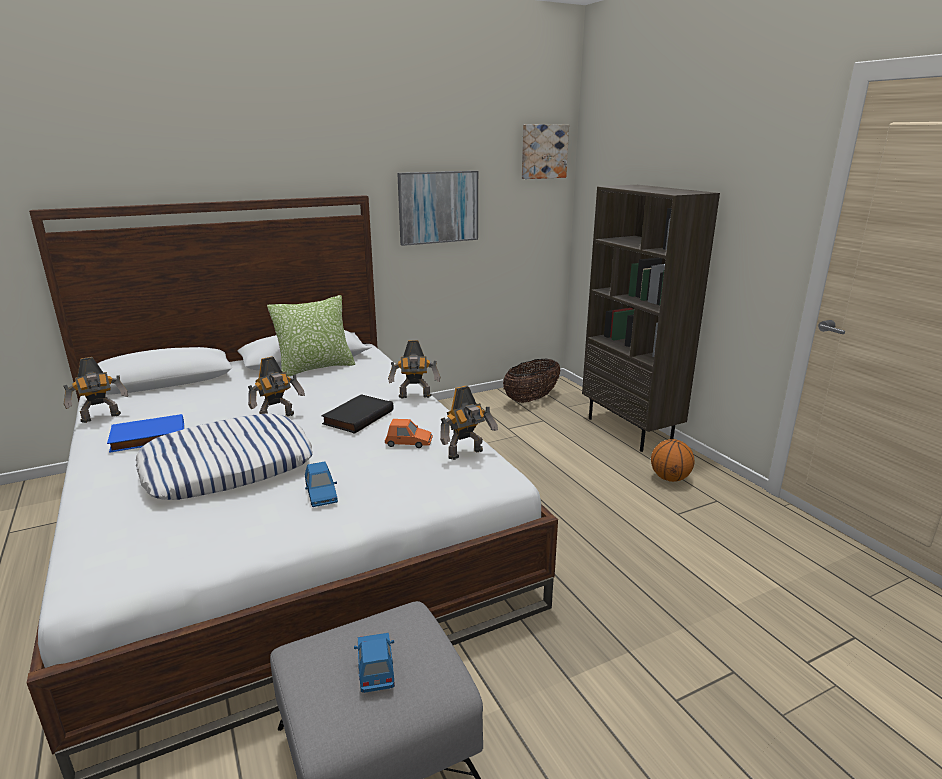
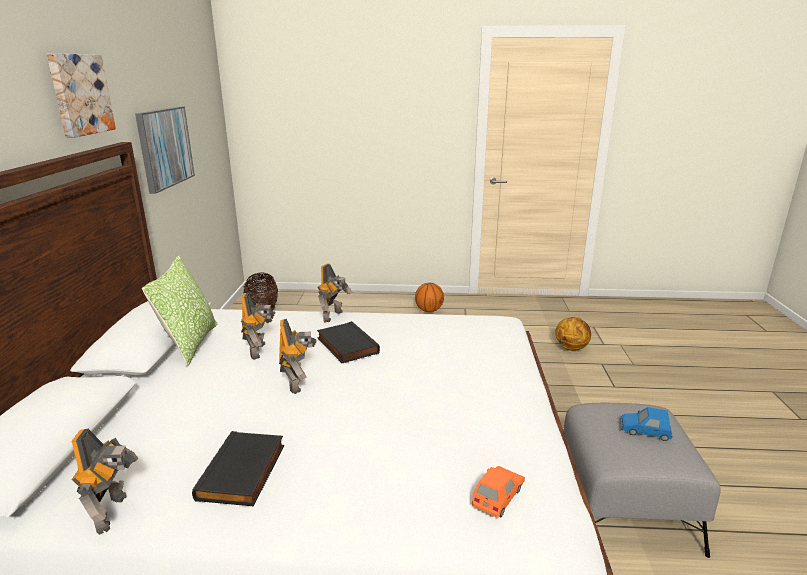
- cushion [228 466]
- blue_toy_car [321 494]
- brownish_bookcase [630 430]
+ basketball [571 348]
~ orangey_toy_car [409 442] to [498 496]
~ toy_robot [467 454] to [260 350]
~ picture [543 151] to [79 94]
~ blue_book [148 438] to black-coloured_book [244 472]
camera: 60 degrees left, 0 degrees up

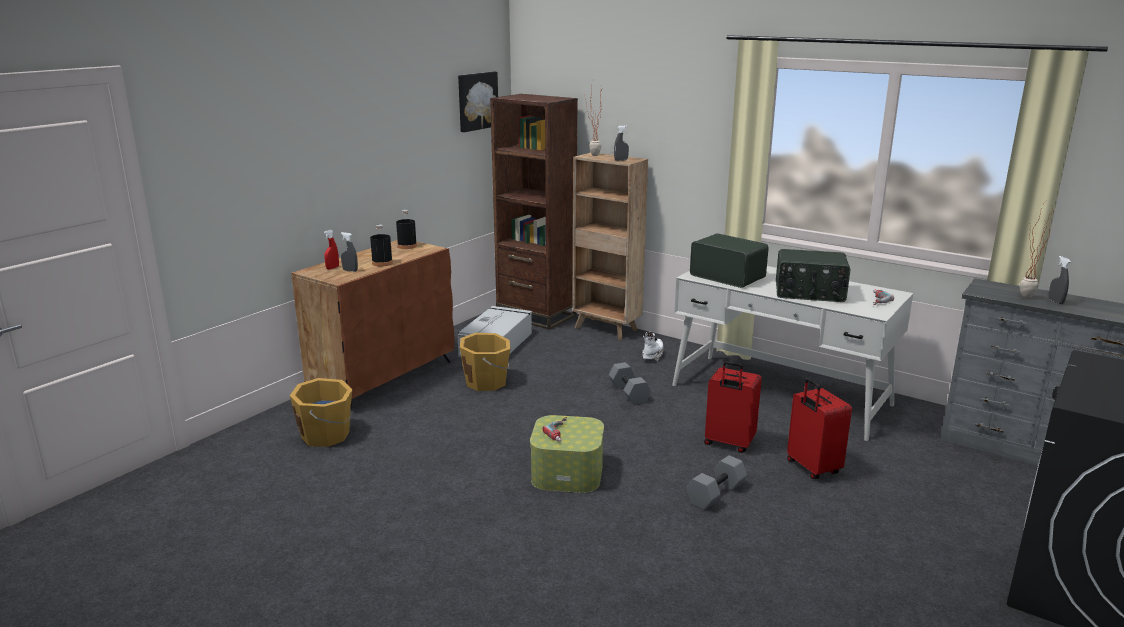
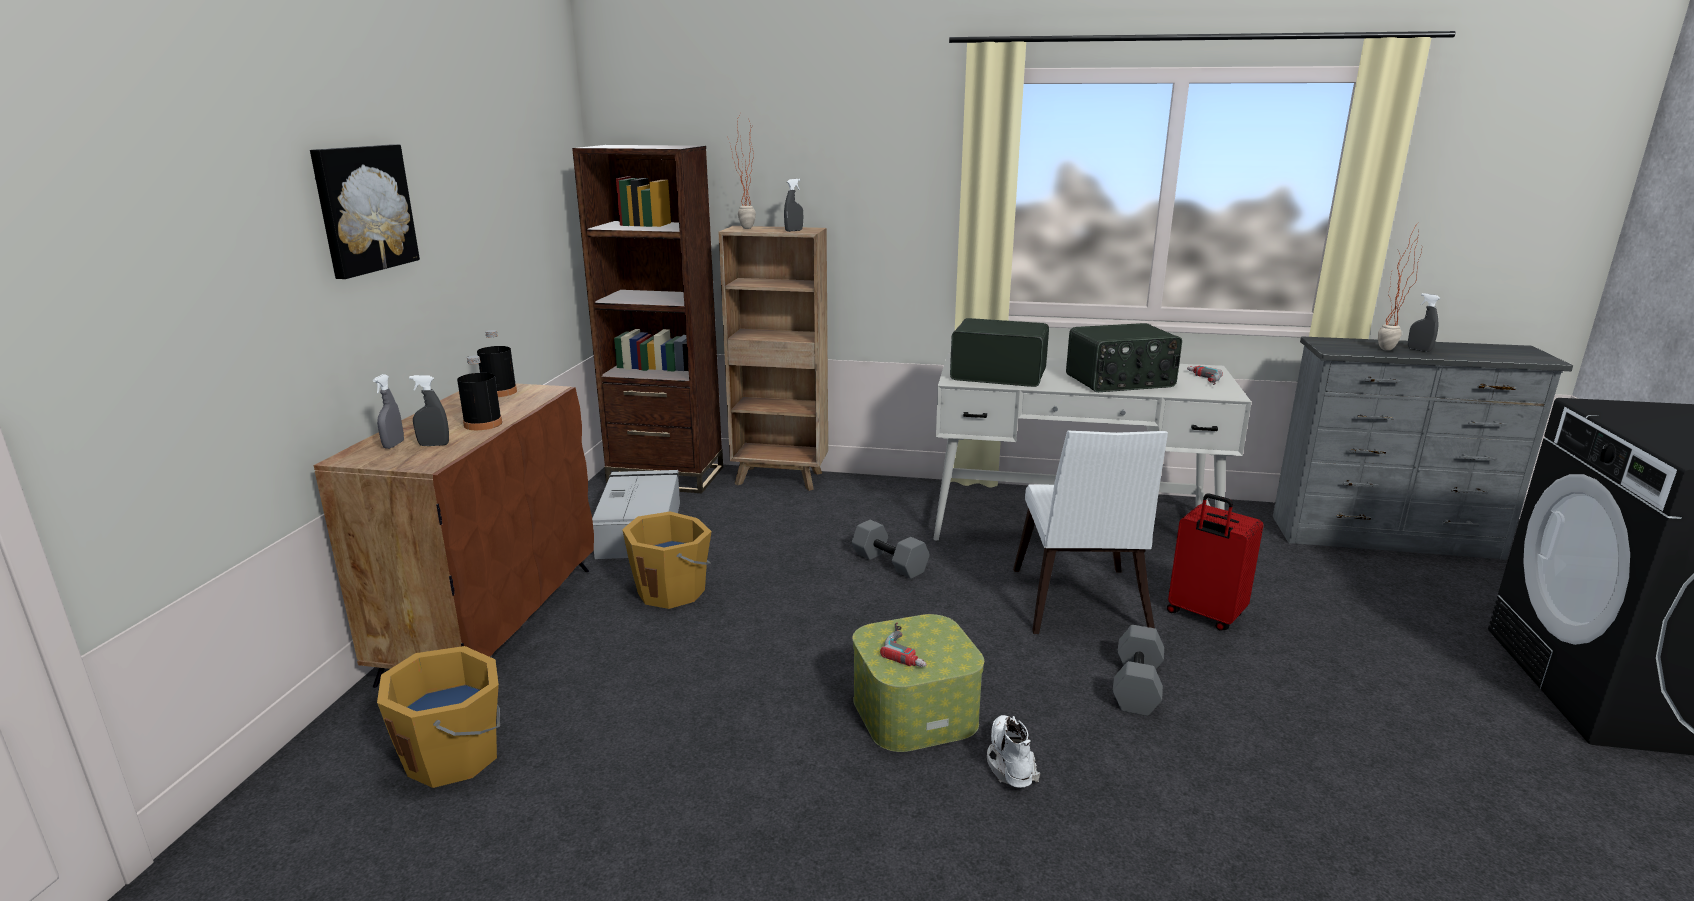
~ picture [476 101] to [363 209]
~ white-coloured_high-top_boot [652 356] to [1010 764]
~ red_suitcase [728 443] to white-coloured_chair [1079 606]
~ red_sprayer [332 268] to grey_sprayer [393 445]
camera: 25 degrees left, 0 degrees up

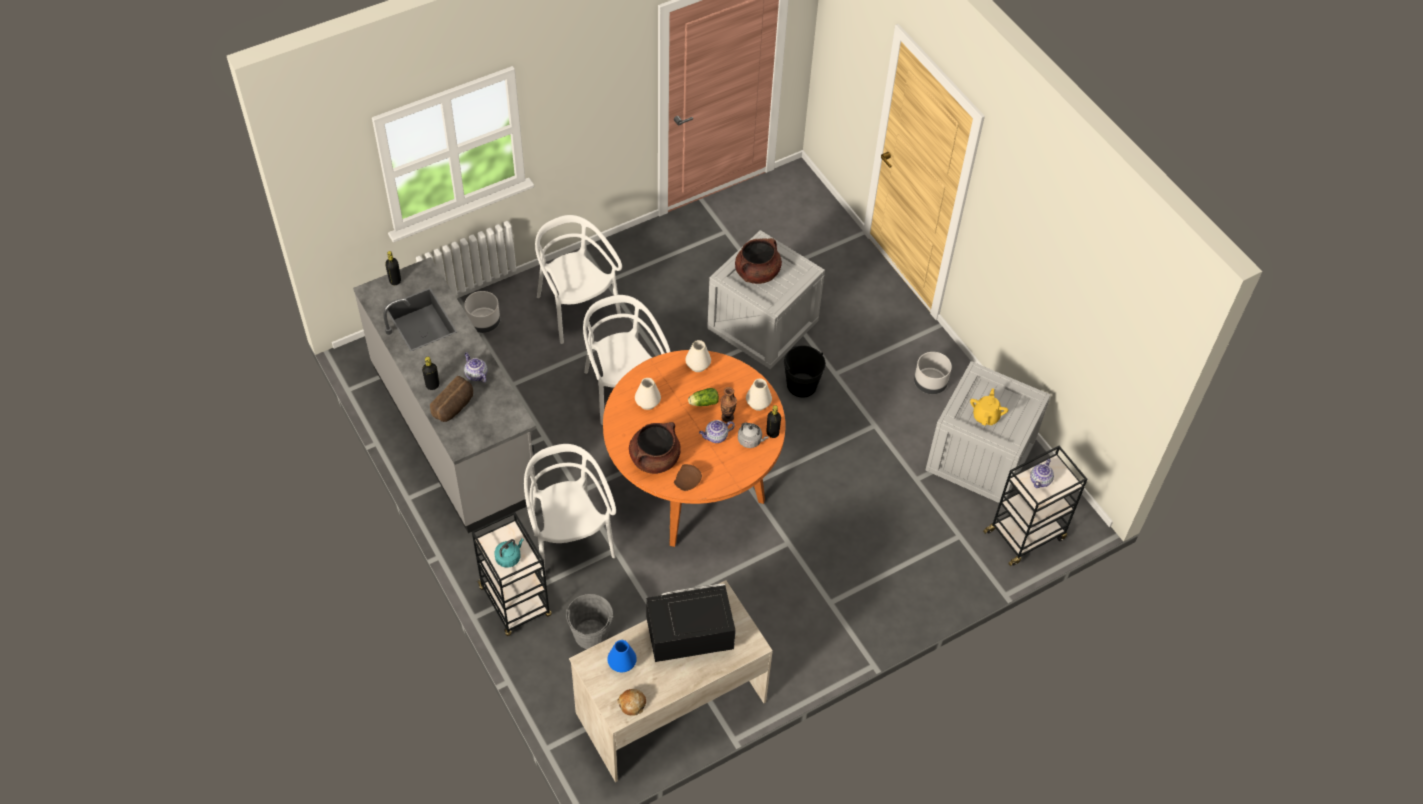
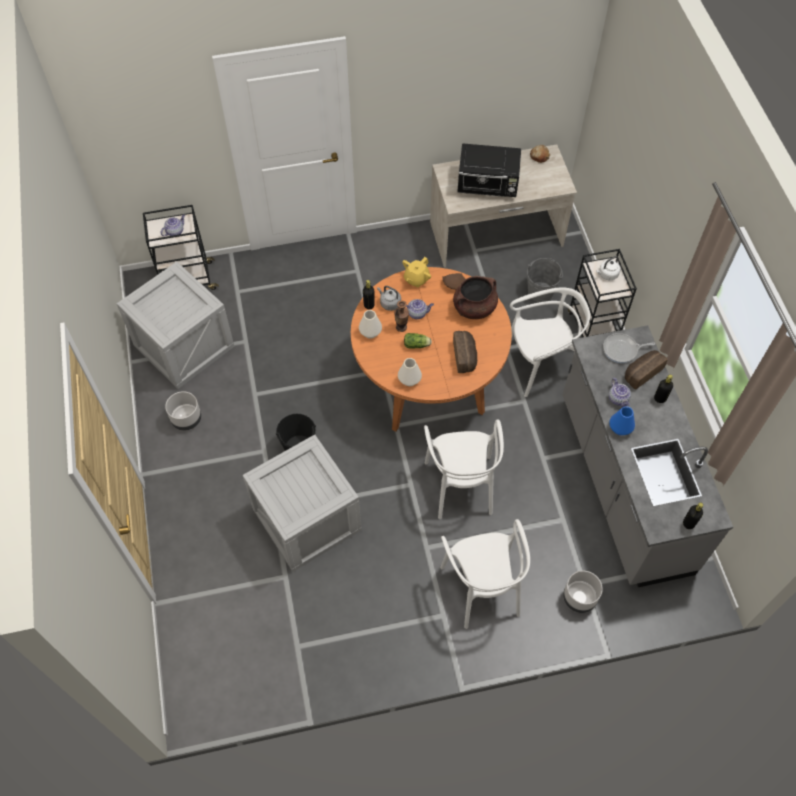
- brownish_stockpot [757 273]
+ skillet [622 350]
~ blue_flower_vase [622 663] to [620 428]
~ yellow_teapot [986 416] to [416 279]
~ white-coloured_flower_vase [647 403] to bread [465 357]
~ blue-green_water_kettle [509 557] to white-coloured_water_kettle [607 274]
~ white-coloured_chair [569 539] = [541 364] 105 degrees counterclockwise
camera: 160 degrees left, 5 degrees up

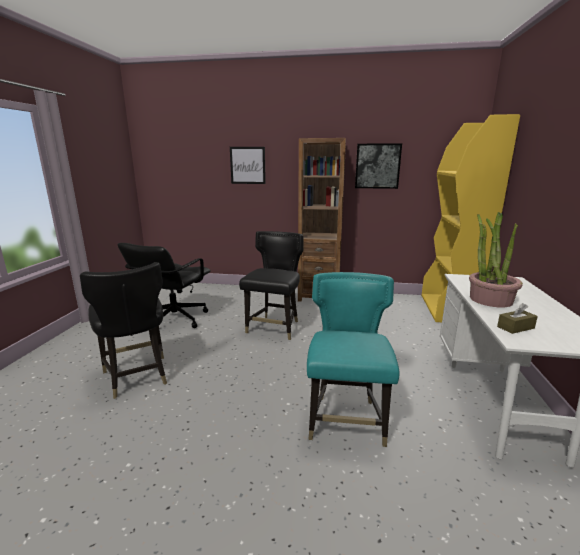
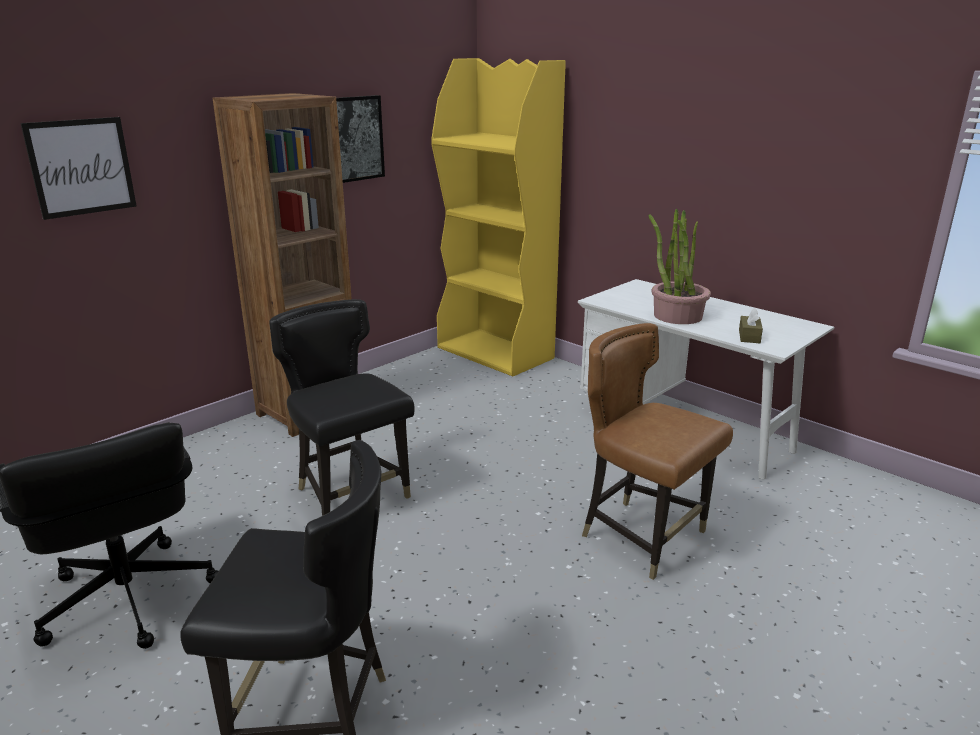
~ blue-green_chair [346 421] to brownish_chair [642 536]
camera: 55 degrees left, 5 degrees up

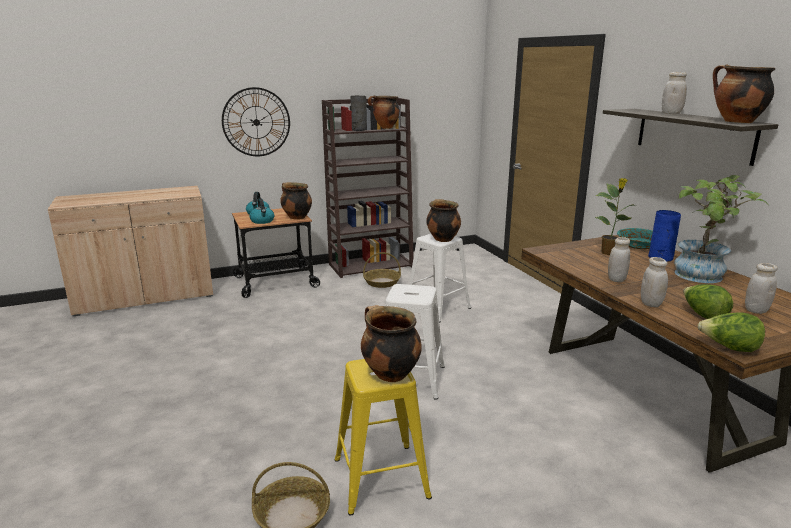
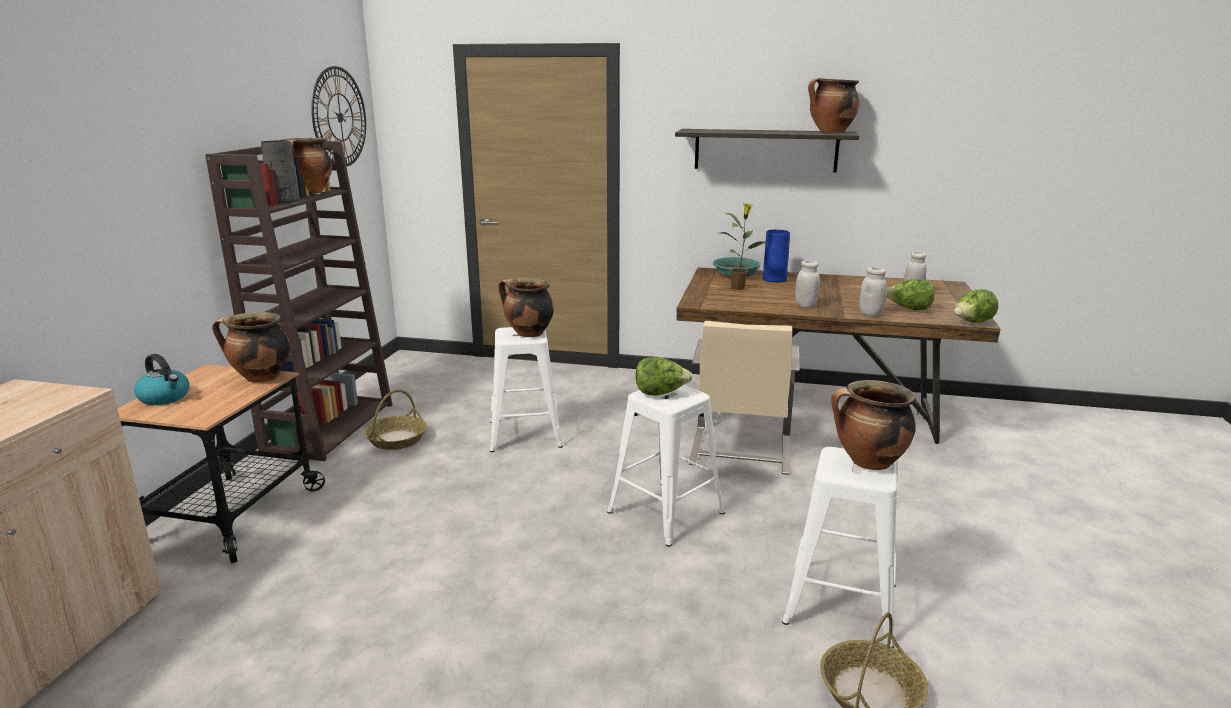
- water_kettle [262 221]
- white-coloured_preserve_jar [671 113]
- houseplant [702 277]
+ lettuce [661 393]
+ sand-coloured_chair [740 451]
~ clock_on_the_wall [256 122] to [340 117]
~ yellow_stool [380 478] to white-coloured_stool [842 604]
camera: 55 degrees left, 0 degrees up

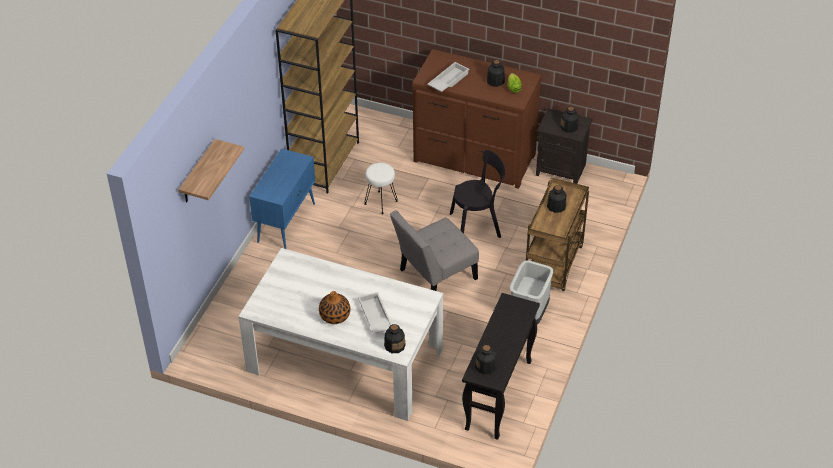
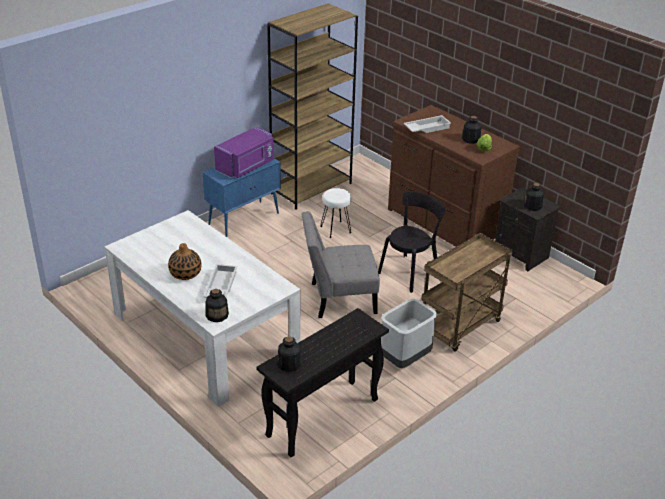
- bracket_shelf [198 173]
- drink_bottle [556 206]
+ purplish_kitchen_microwave [246 166]
~ black-coloured_chair [478 225] = [410 272] 60 degrees counterclockwise
camera: 25 degrees right, 10 degrees down

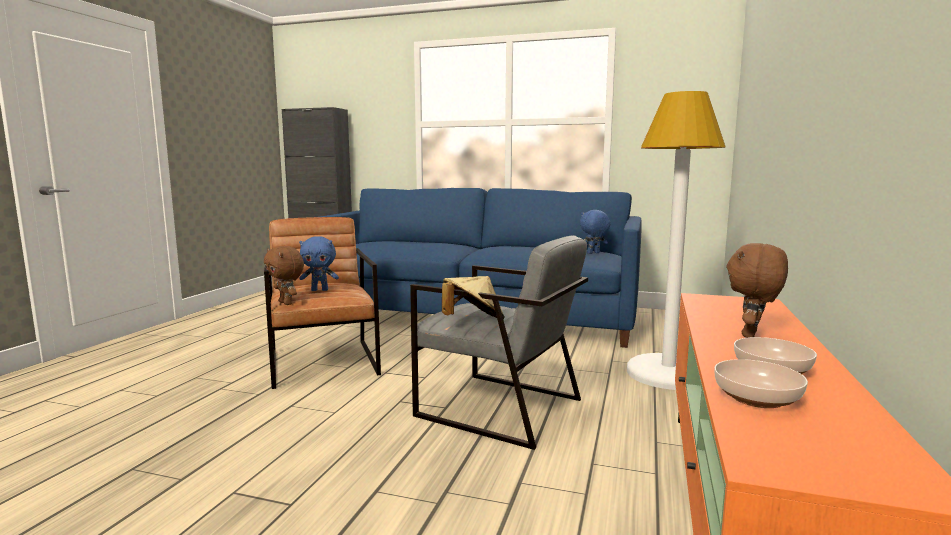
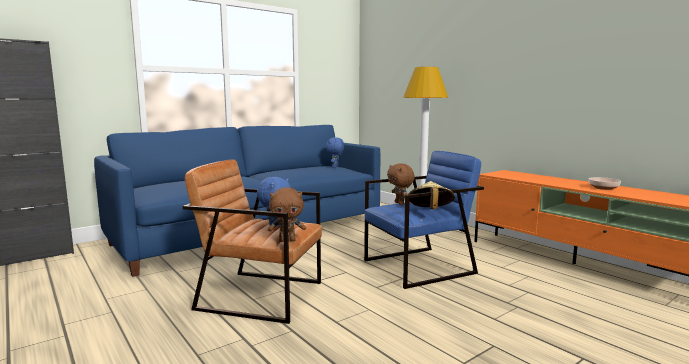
- deep_dish [758 398]
~ brownish_plush_toy [751 335] to [400 203]
~ grey_lounge_chair [499 407] to blue_lounge_chair [419 267]
camera: 55 degrees left, 0 degrees up

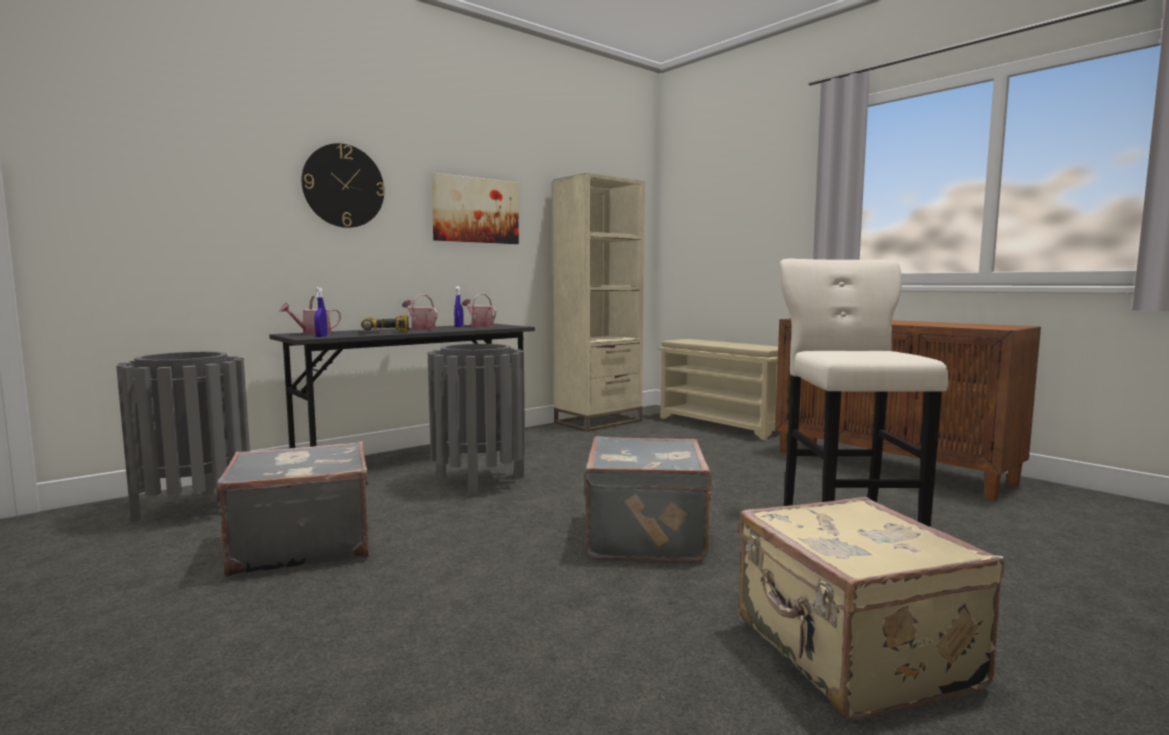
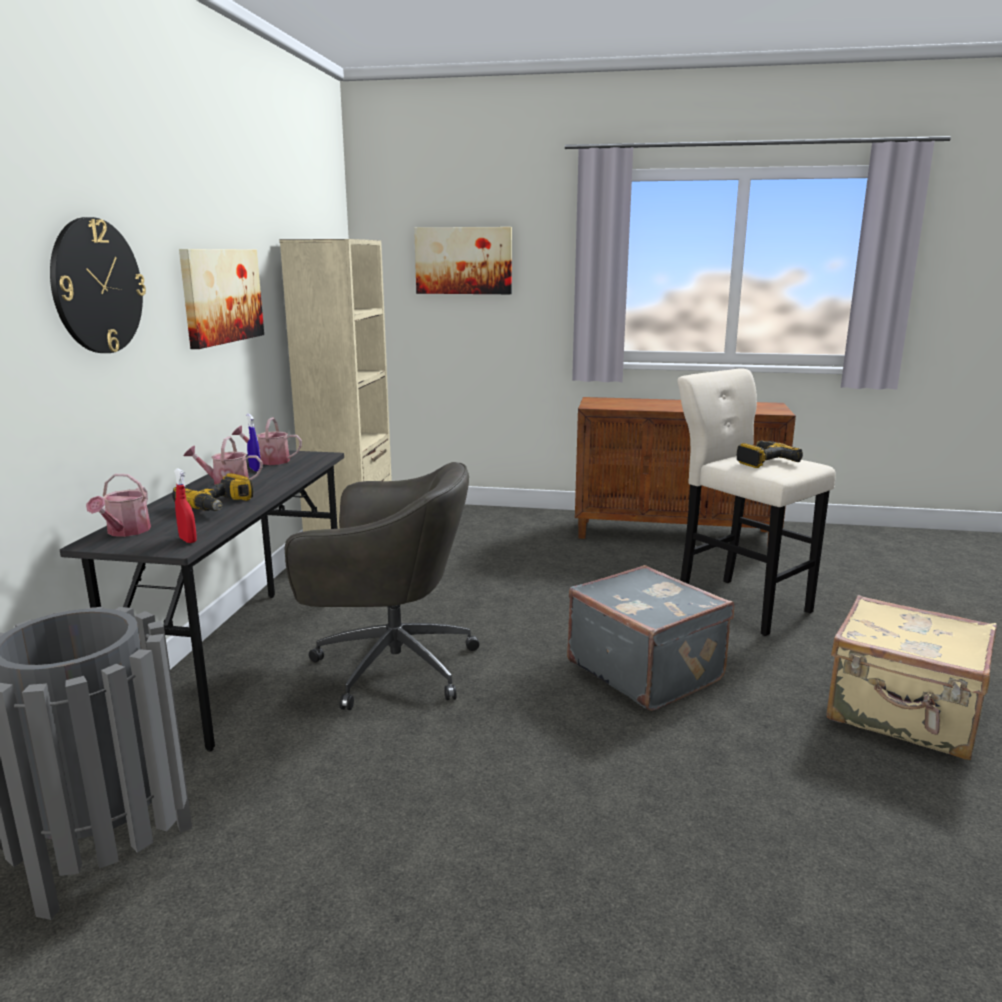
- grey_suitcase [301 546]
- sand-coloured_shoe_stand [724 425]
+ picture [463 260]
+ power_drill [762 461]
~ grey_waste_bin [478 482] to grey_computer_chair [390 666]
~ blue_sprayer [321 336] to red_sprayer [188 540]
camera: 40 degrees left, 10 degrees up

